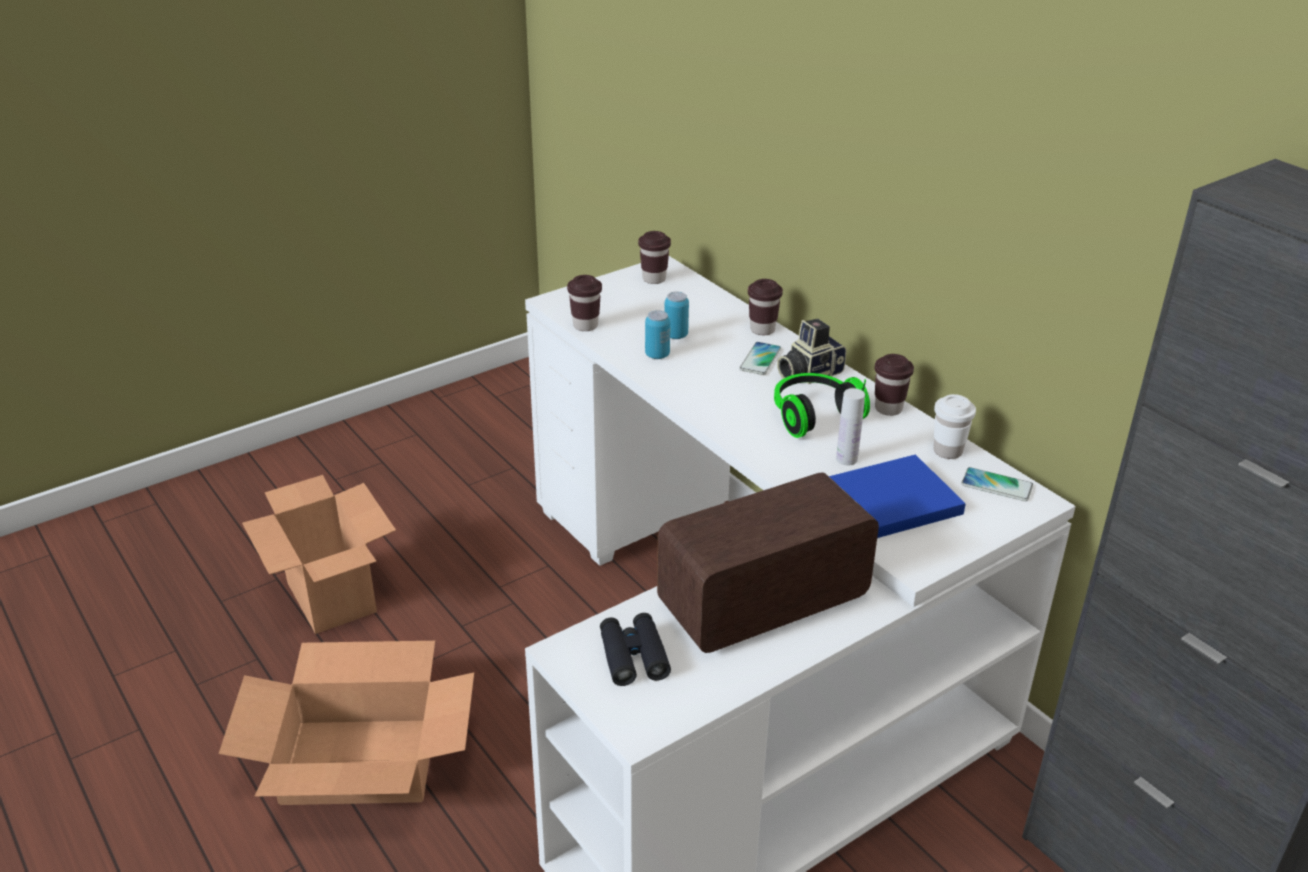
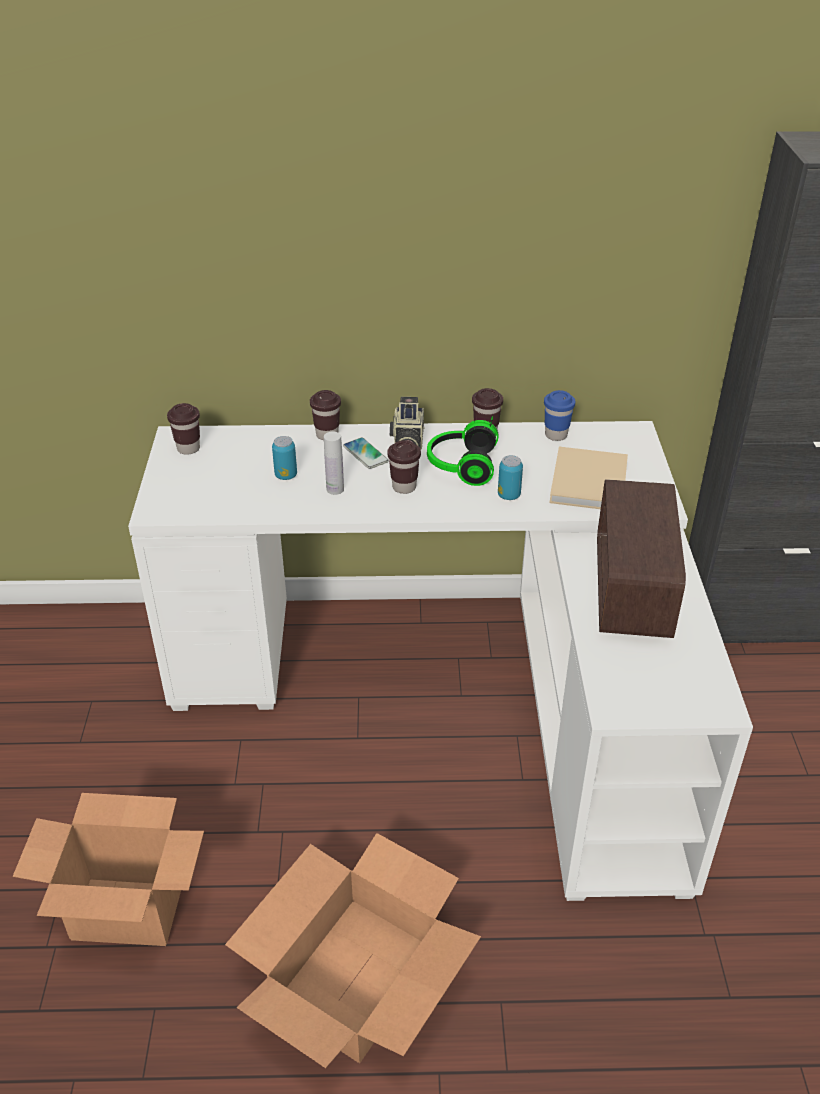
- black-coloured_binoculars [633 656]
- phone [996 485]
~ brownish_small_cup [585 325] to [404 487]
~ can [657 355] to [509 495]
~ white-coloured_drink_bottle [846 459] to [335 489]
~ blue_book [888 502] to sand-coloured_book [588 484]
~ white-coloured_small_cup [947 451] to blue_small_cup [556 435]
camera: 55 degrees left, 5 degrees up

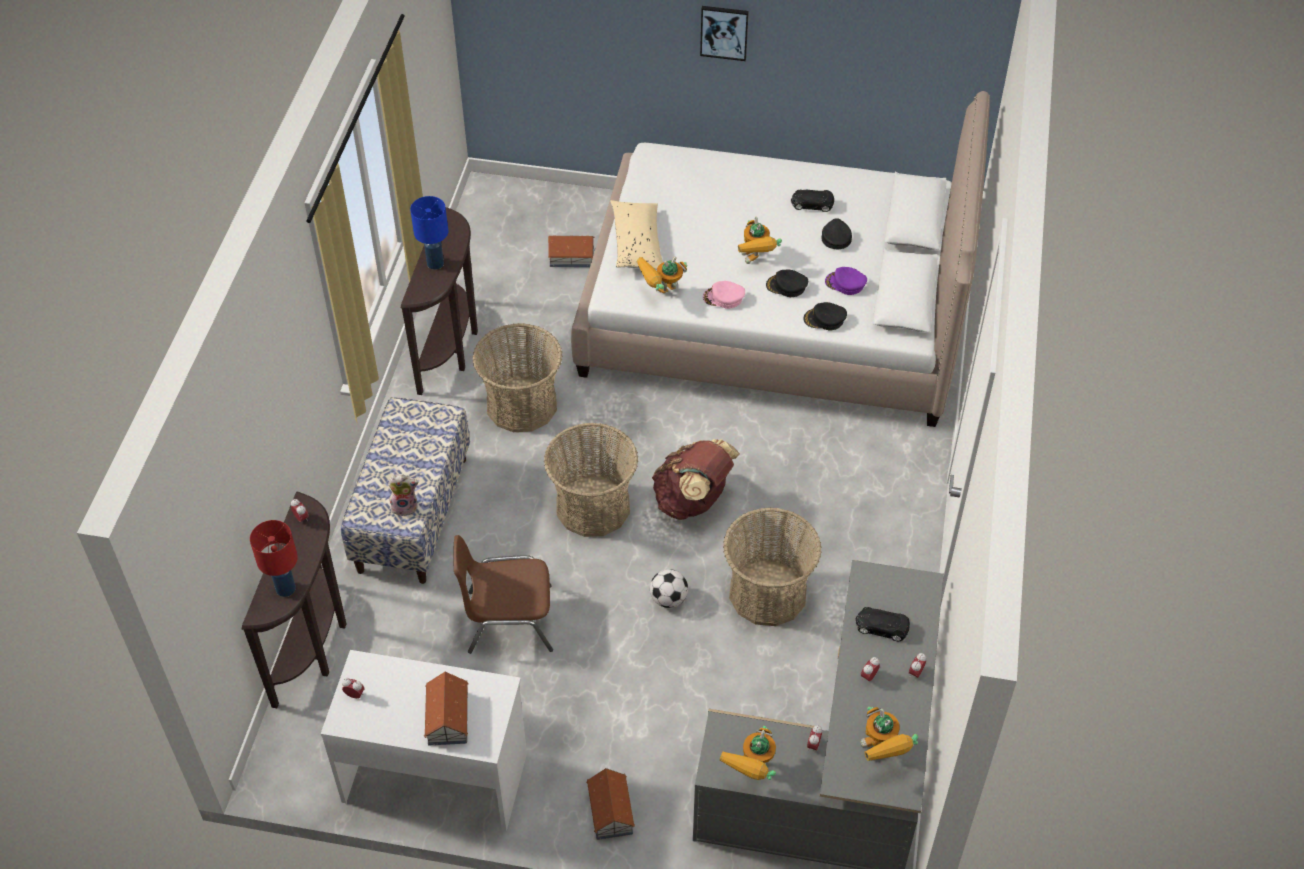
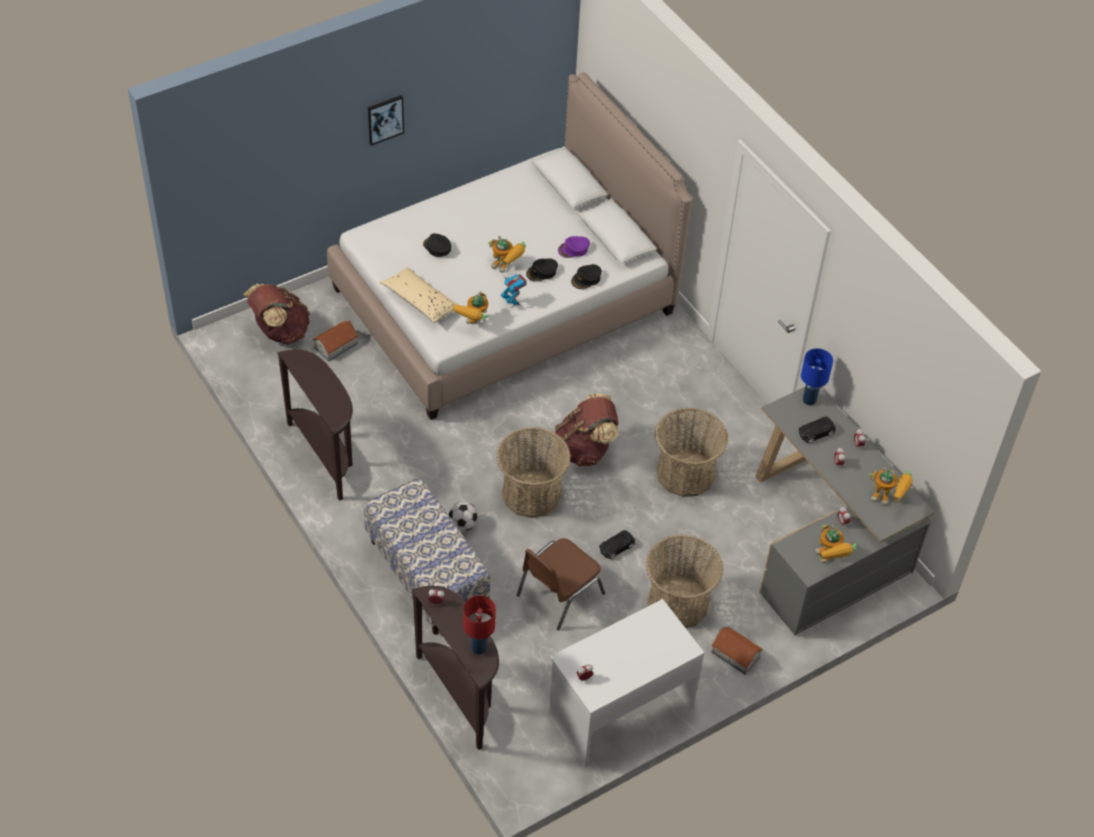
- plush_toy [405 506]
- miniature_house [448 717]
+ brownish_knapsack [280 332]
~ blue_table_lamp [435 264] to [809 400]
~ storage_basket [521 405] to [678 602]
~ football [668 599] to [463 525]
~ black-coloured_toy_car [812 204] to [616 547]
~ black-coloured_peaked_cap [835 237] to [437 247]
~ pink_peaked_cap [723 298] to toy_robot [513 303]
camera: 45 degrees left, 0 degrees up

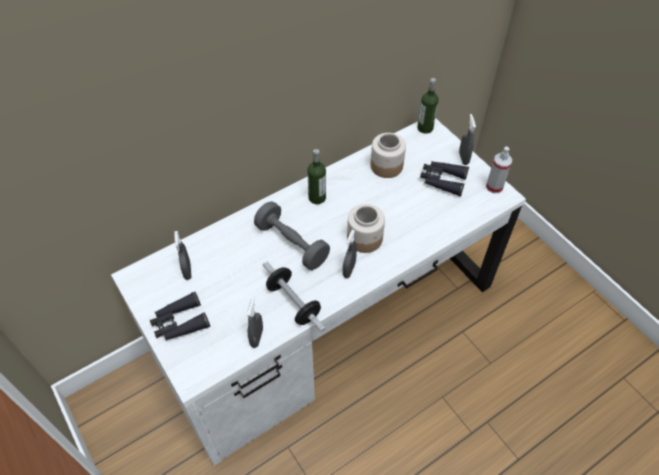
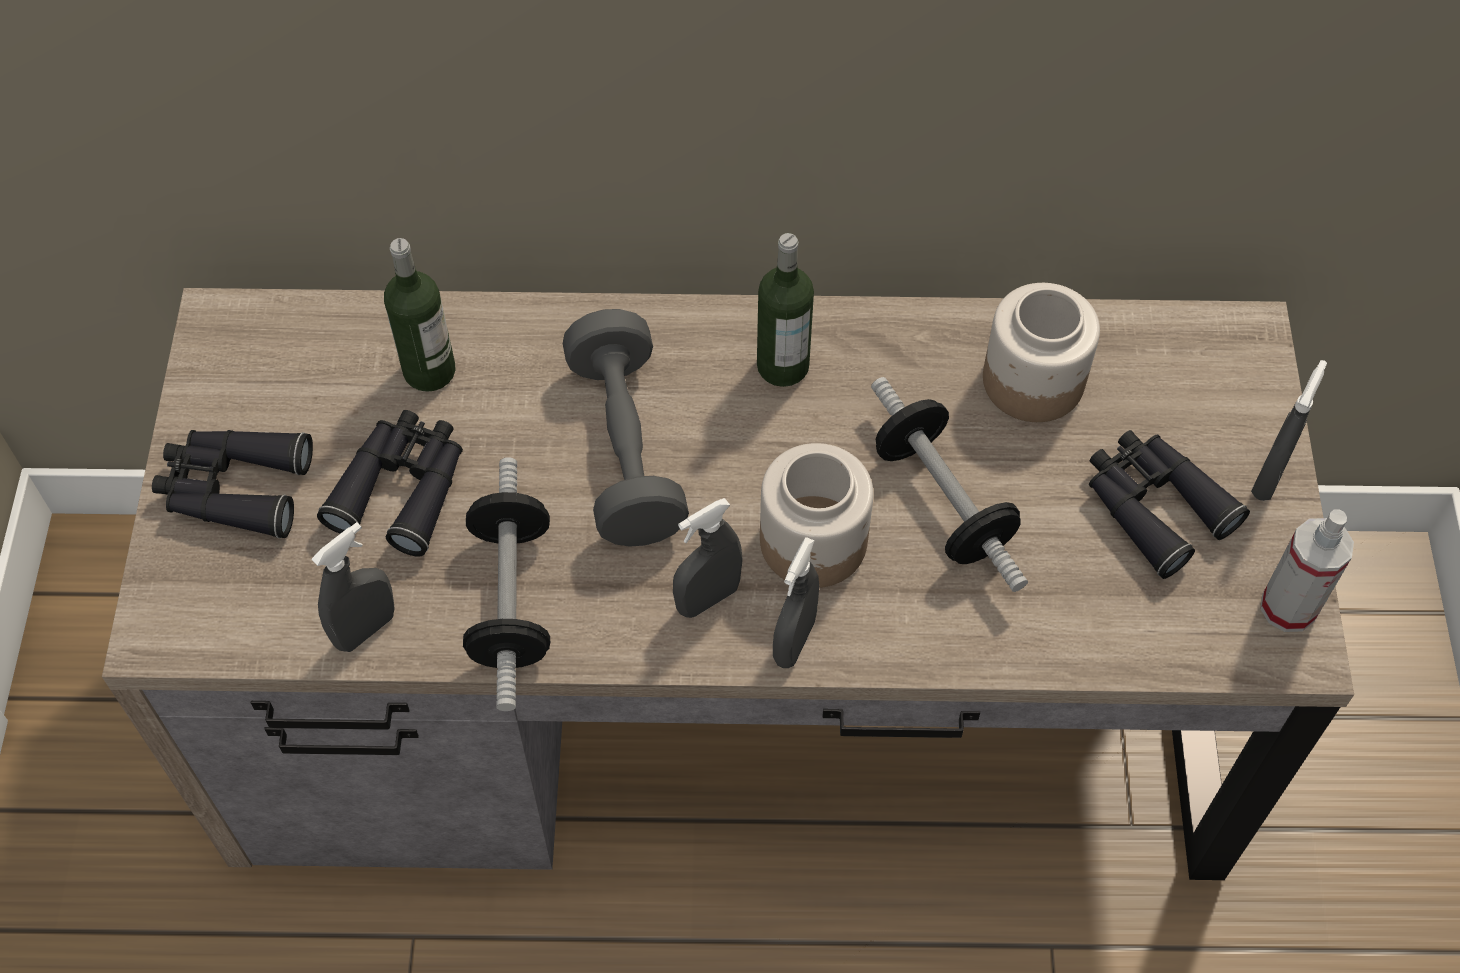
+ black-coloured_binoculars [403 488]
+ dumbbell [942 502]
~ grey_sprayer [187 271] to [794 641]
~ drink_bottle [425 128] to [429 371]
~ white-coloured_desk_table [327 321] to brownish_desk_table [729 699]
camera: 35 degrees right, 5 degrees up

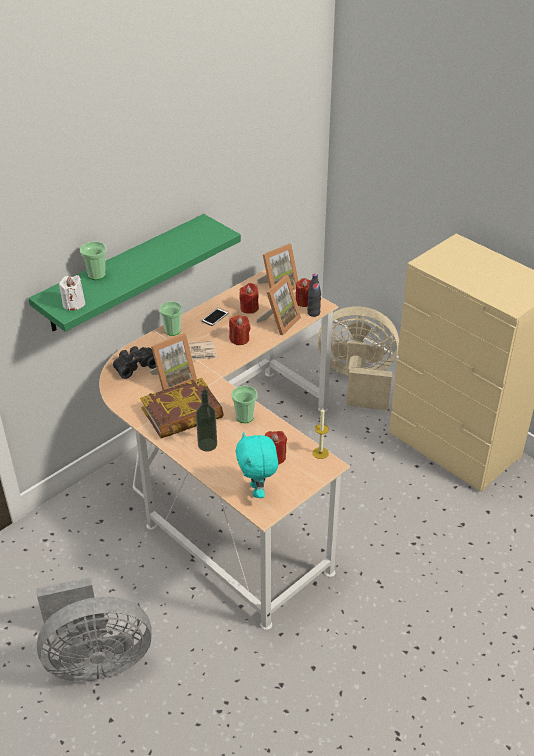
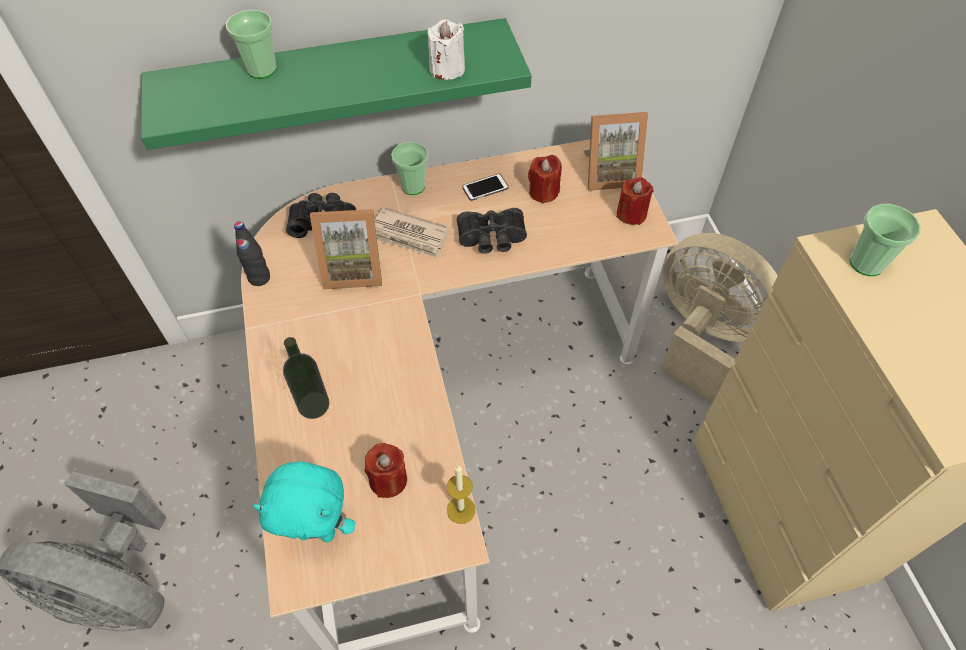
- book [182 414]
- picture_frame [279 322]
~ white-coloured_candle [74 304] to [447 69]
~ small_cup [245 417] to [866 263]
~ black-coloured_drink_bottle [313 313] to [259 278]
~ red_candle [239 339] to black-coloured_binoculars [492 239]
~ blue-green_plush_toy [258 491] = [318 532] 105 degrees counterclockwise
camera: 30 degrees right, 15 degrees up

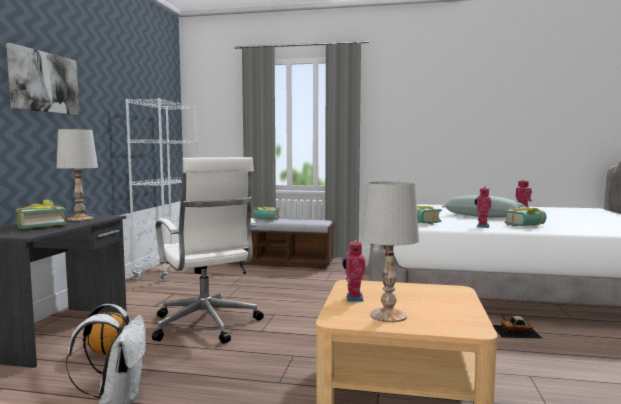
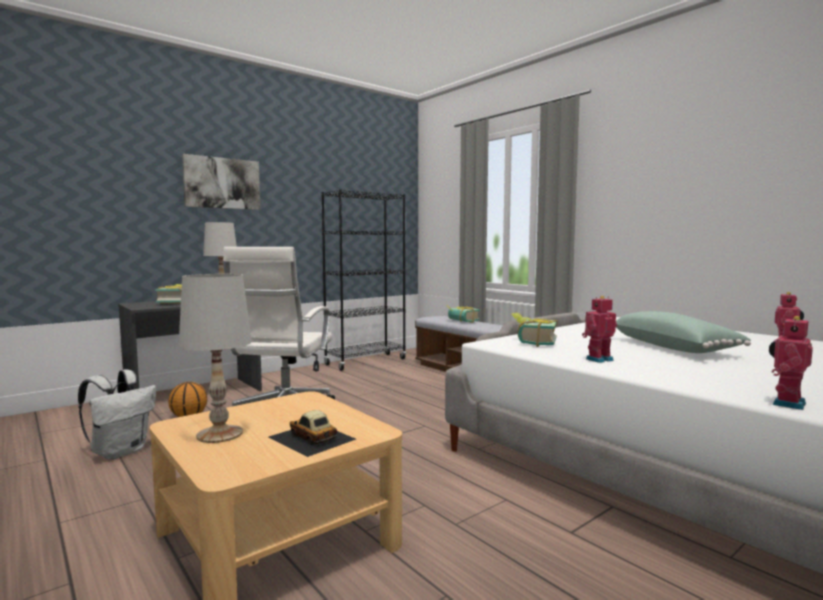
- book [528 226]
~ toy_robot [353 298] to [786 403]
~ toy_car [516 331] to [311 438]
~ white-coloured_bookcase [168 270] to black-coloured_bookcase [366 362]
camera: 40 degrees right, 0 degrees up

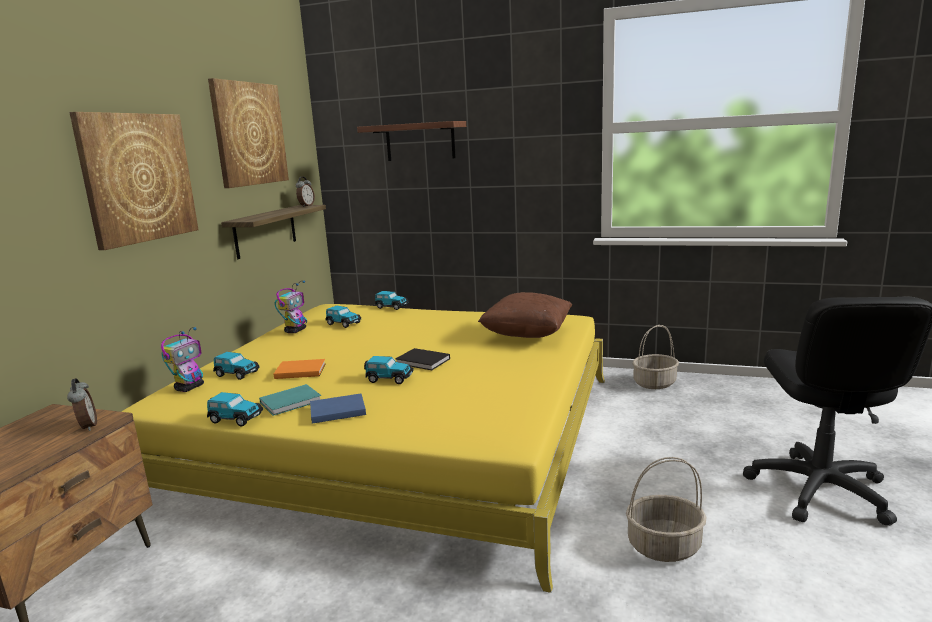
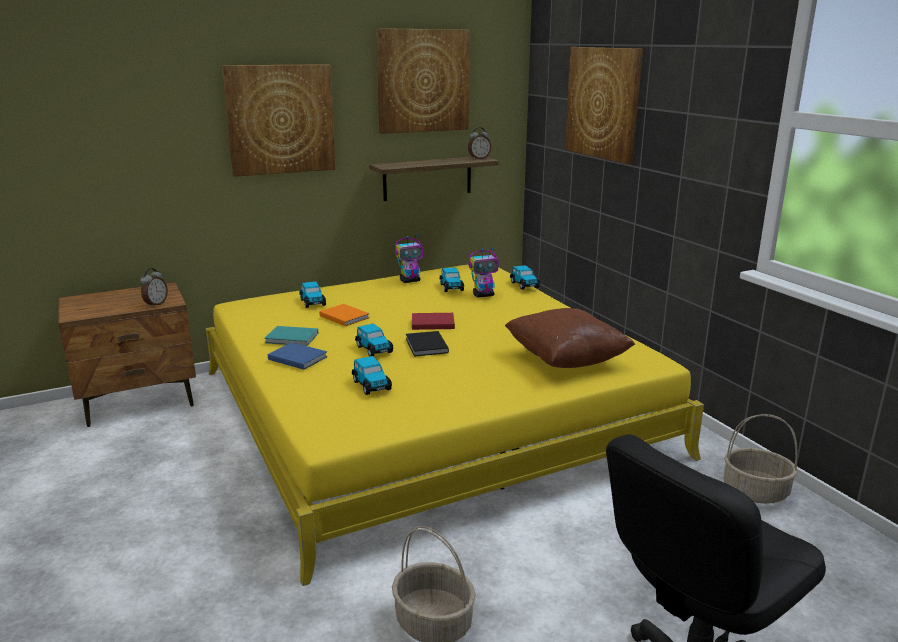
+ red_book [431 323]
~ toy_robot [190 387] to [483 295]
~ toy_car [235 418] to [371 385]
~ bracket_shelf [420 141] to picture [603 103]
camera: 45 degrees right, 5 degrees up

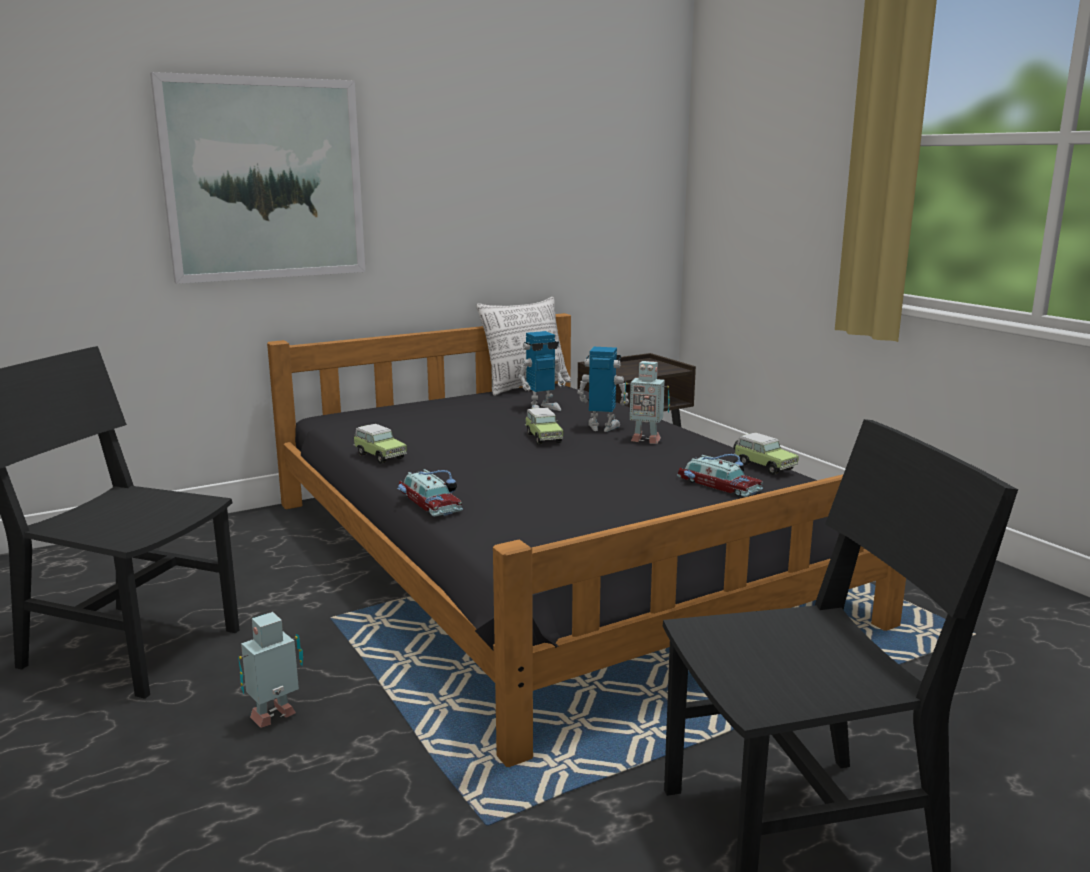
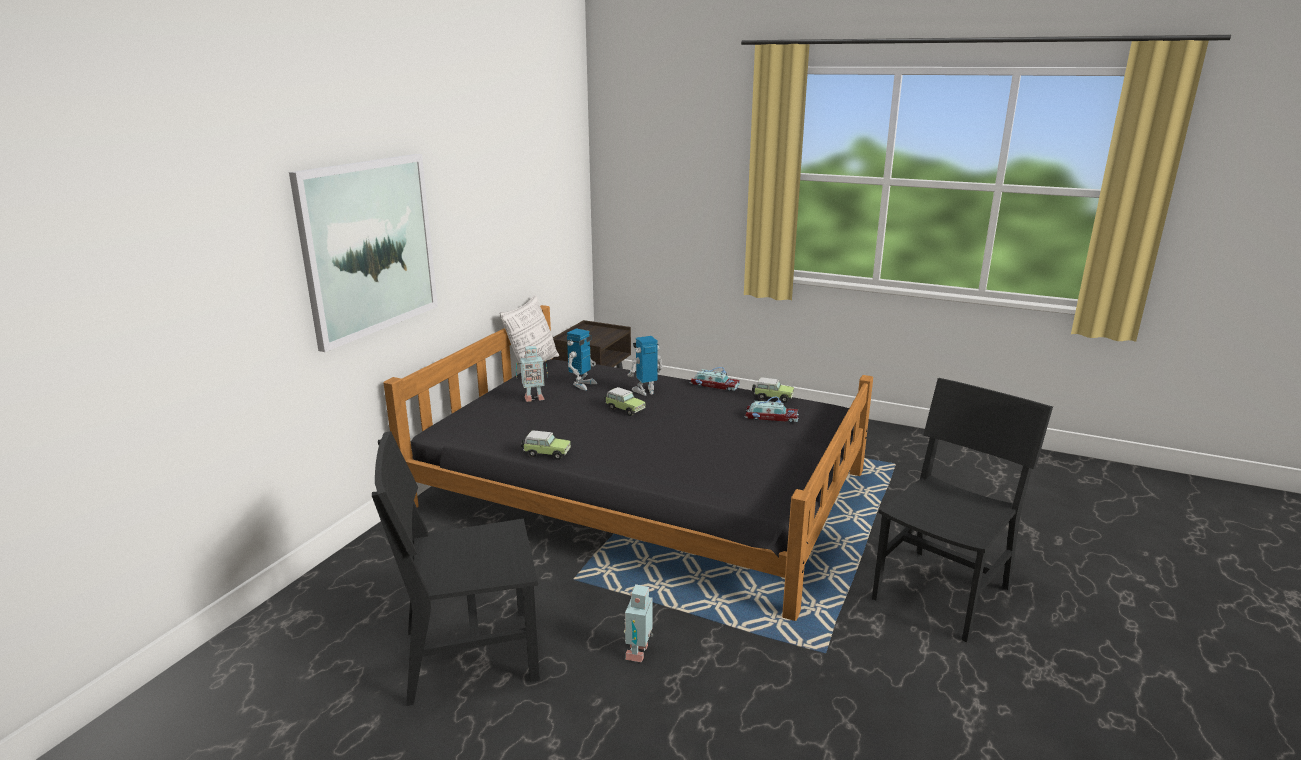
~ toy_car [431 501] to [714 385]
~ toy_robot [645 439] to [533 398]
camera: 35 degrees left, 5 degrees up

